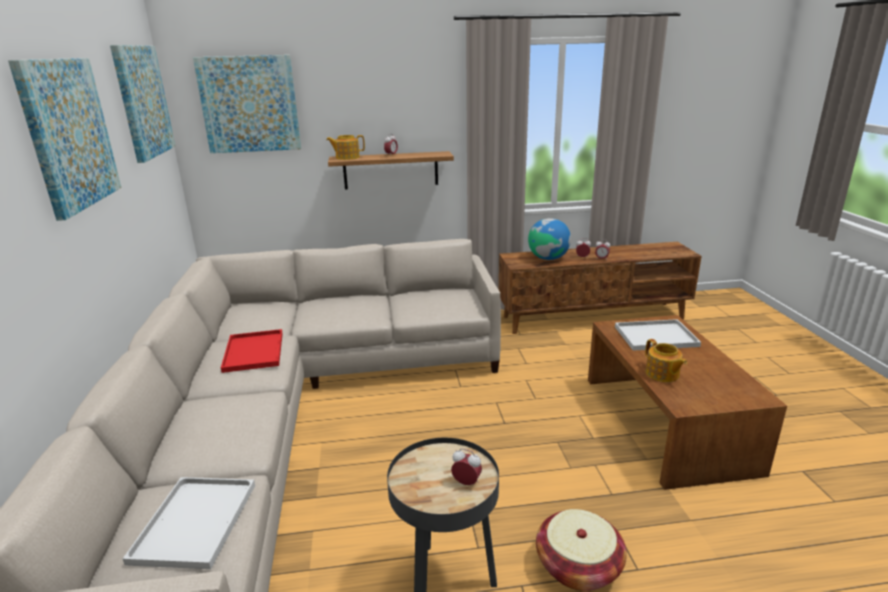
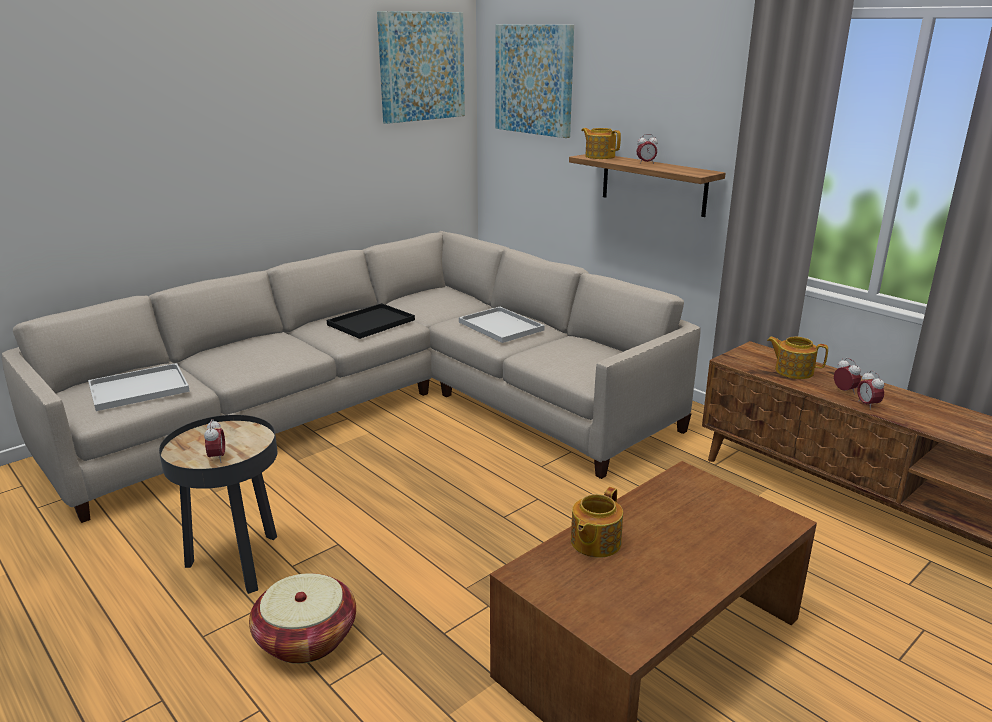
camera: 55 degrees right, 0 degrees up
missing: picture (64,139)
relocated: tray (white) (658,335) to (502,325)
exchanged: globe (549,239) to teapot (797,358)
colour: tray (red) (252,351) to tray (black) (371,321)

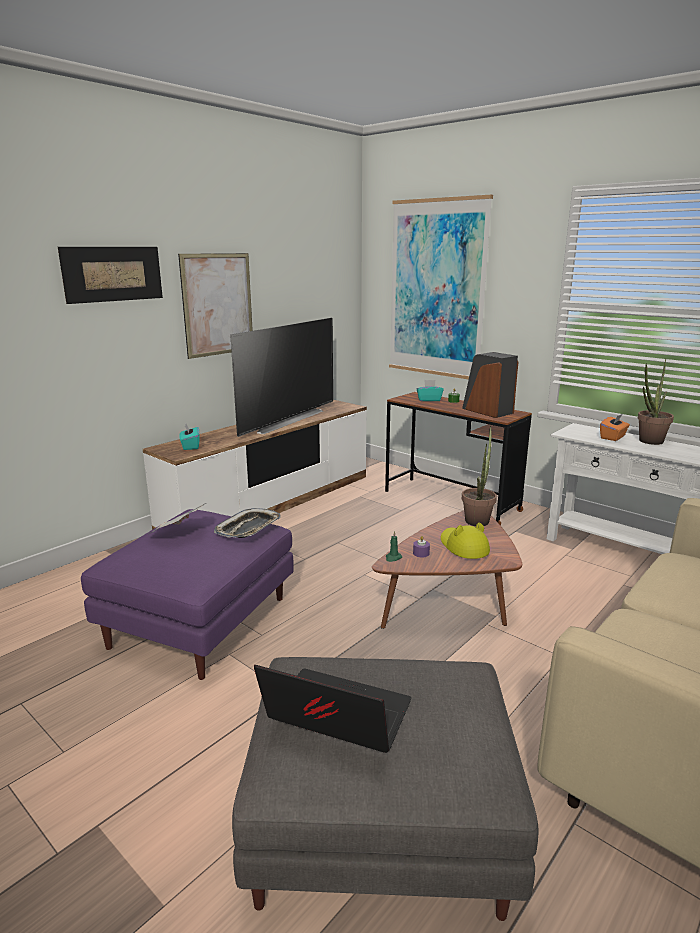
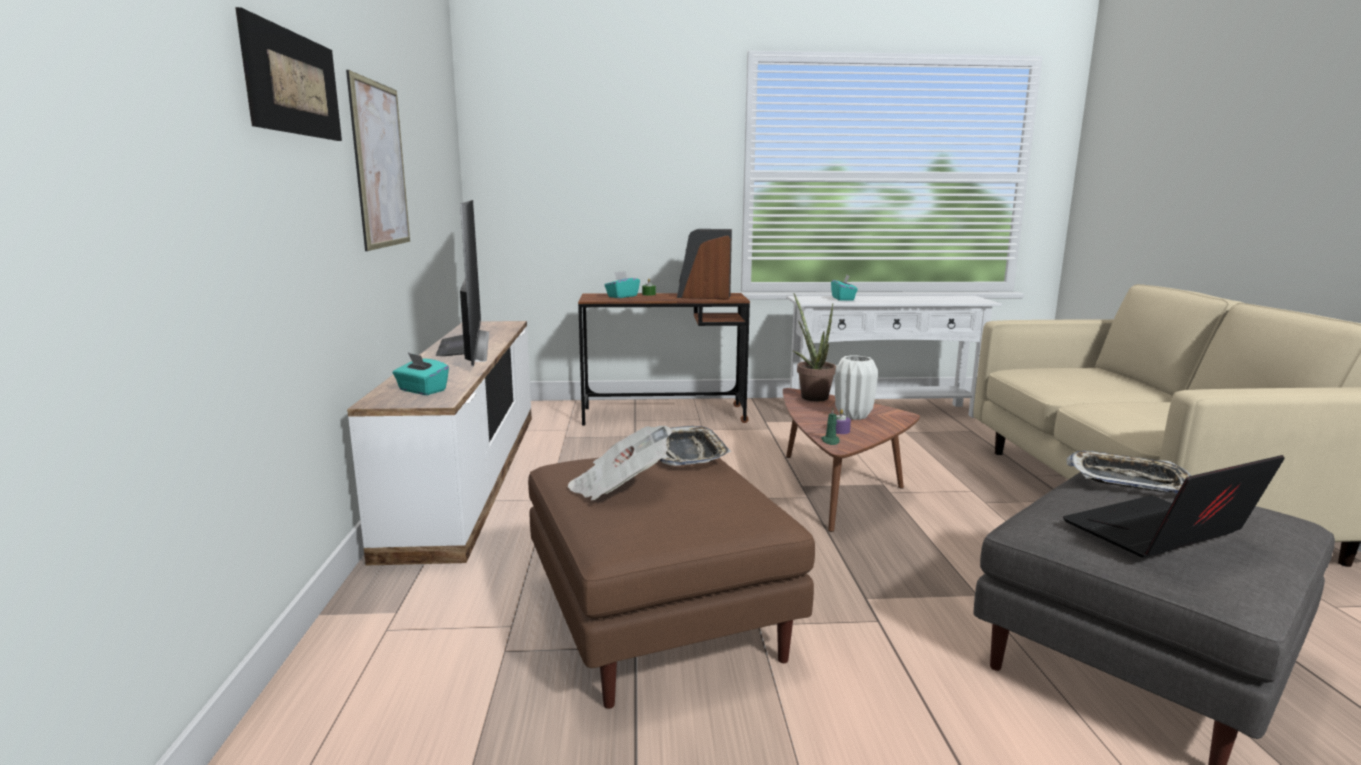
camera: 45 degrees left, 5 degrees down
missing: picture (441,287); potted plant (655,402)
appeared: tray (1128,472)
exchanged: hat (yellow) (465,541) to vase (white) (856,387)
colour: ottoman (purple) (187,594) to ottoman (brown) (671,583); tissue box (orange) (615,427) to tissue box (turquoise) (844,288)

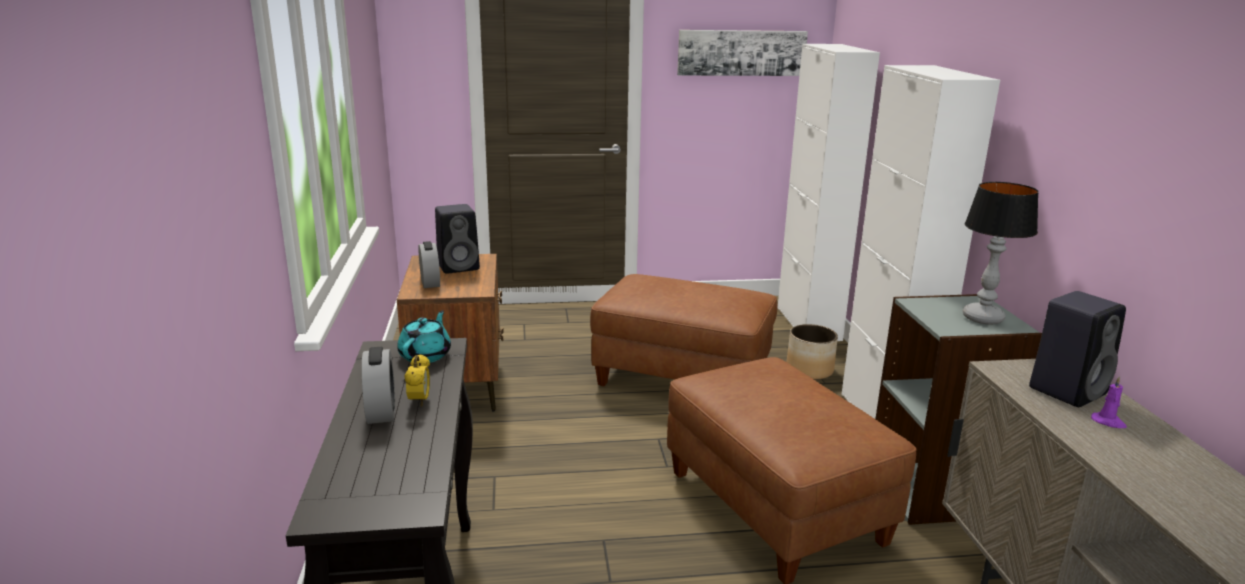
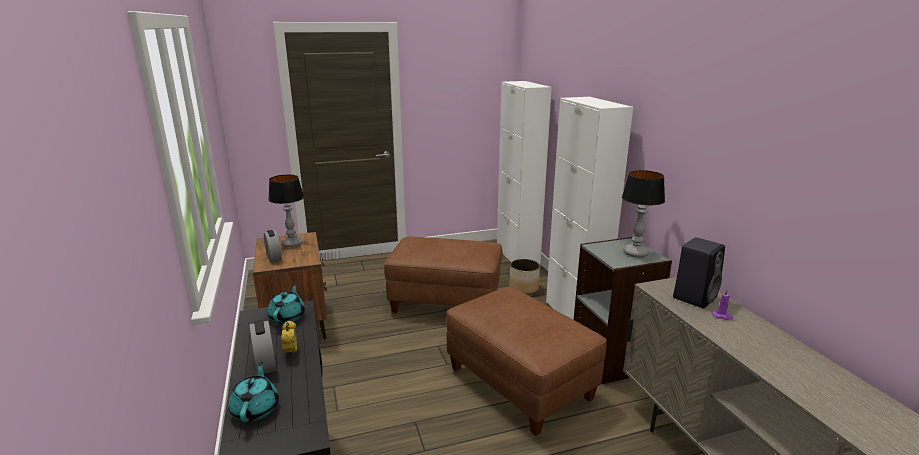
camera: 10 degrees left, 0 degrees up
missing: picture (742,53)
appeared: teapot (turquoise) (253,392)
exchanged: speaker (black) (457,239) to table lamp (286,210)

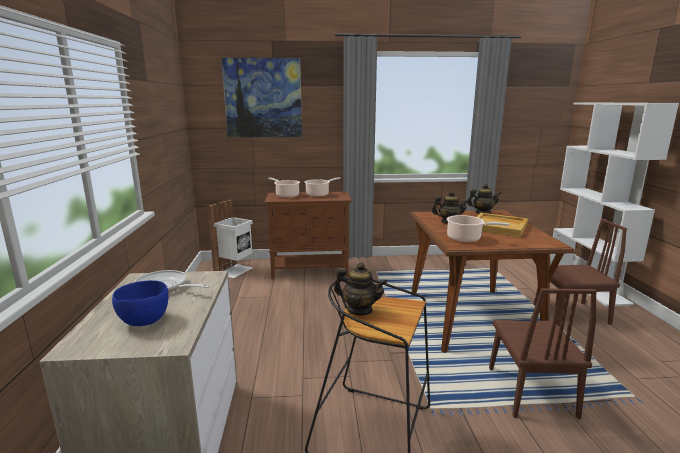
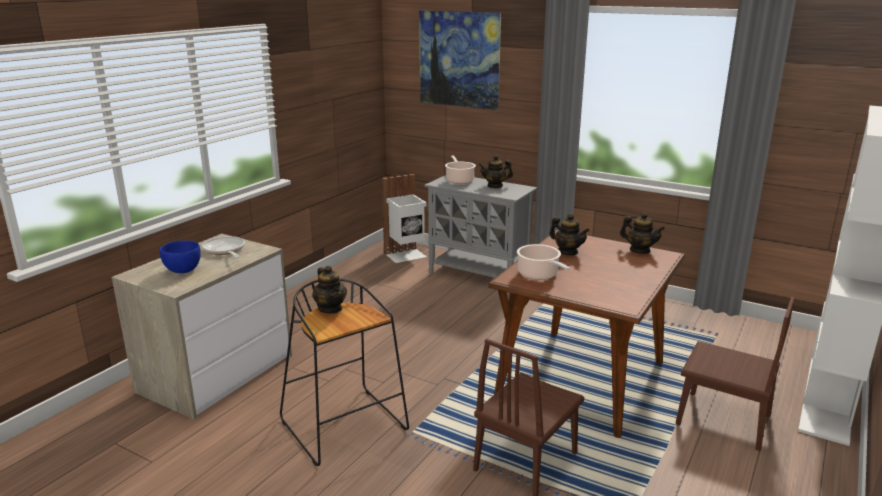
camera: 35 degrees right, 5 degrees up
missing: tray (beige) (502,225)
exchanged: cooking pot (323,187) to teapot (496,171)
colour: cabinet (brown) (308,235) to cabinet (grey) (481,234)

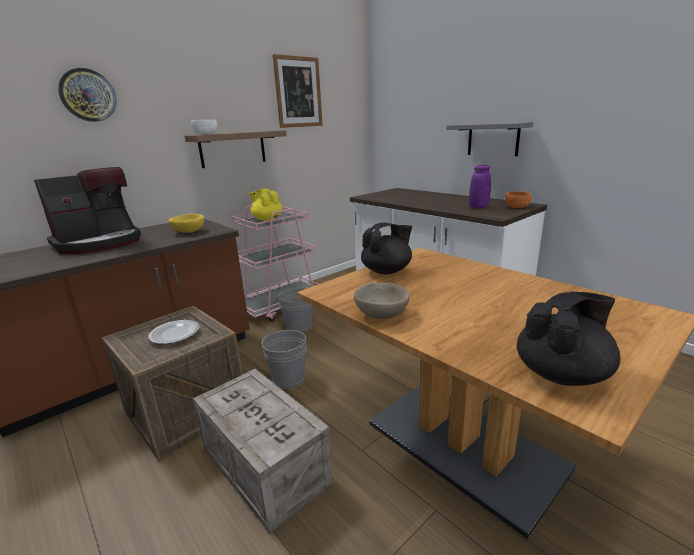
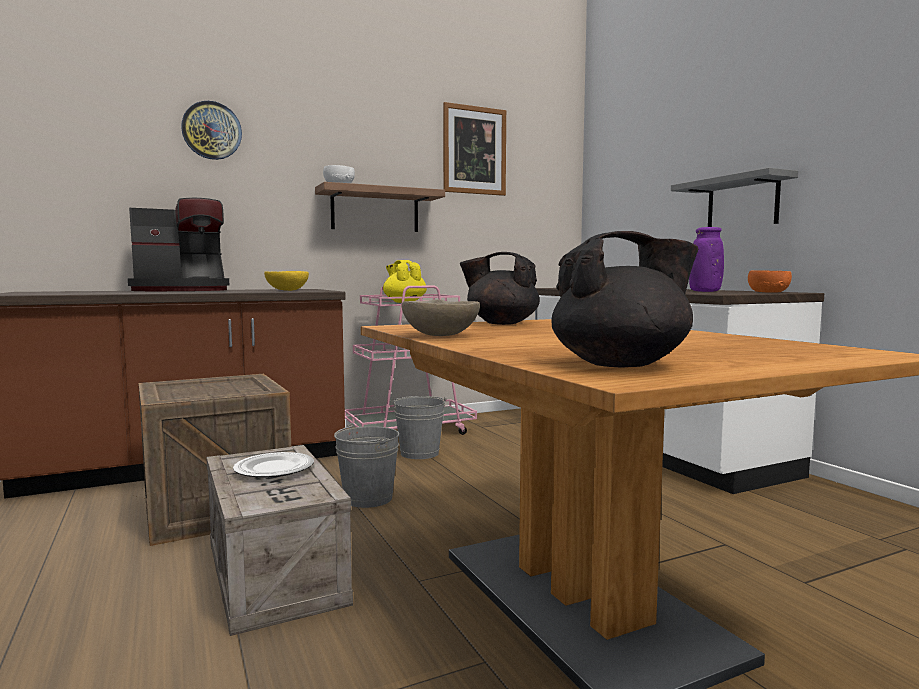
camera: 15 degrees right, 15 degrees down
relocated: plate (174,332) to (273,465)
spun: teapot (black) (386,248) = (500,288) 150 degrees counterclockwise

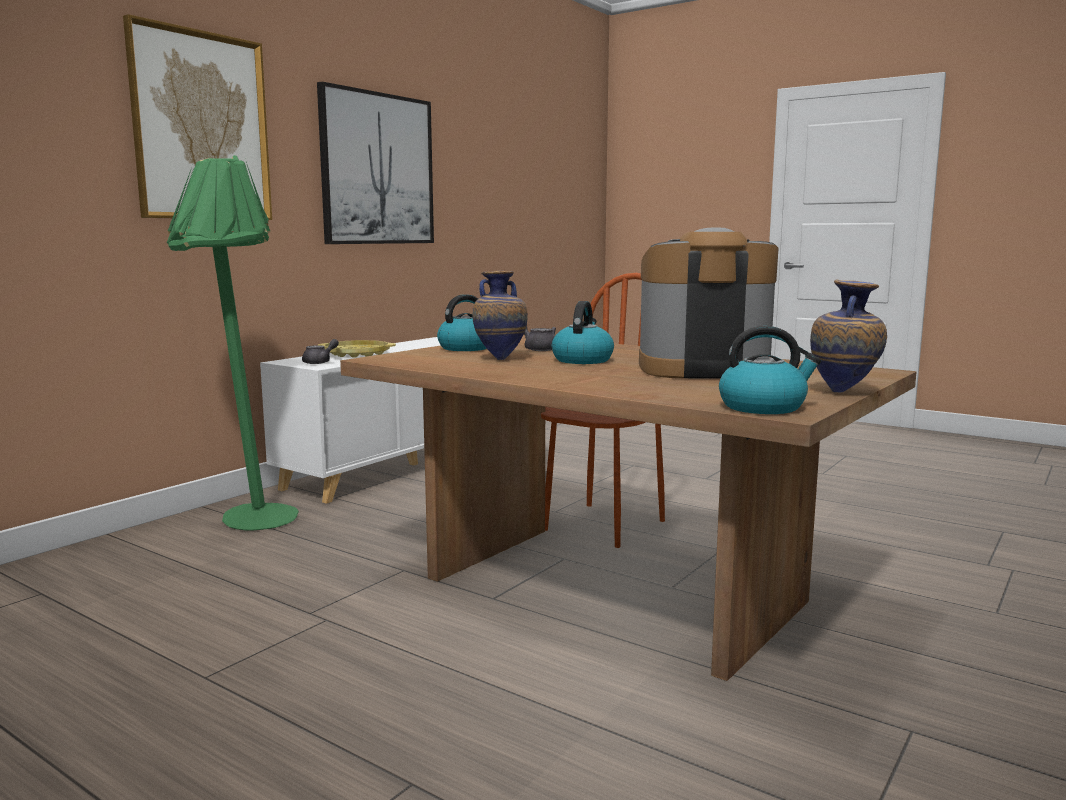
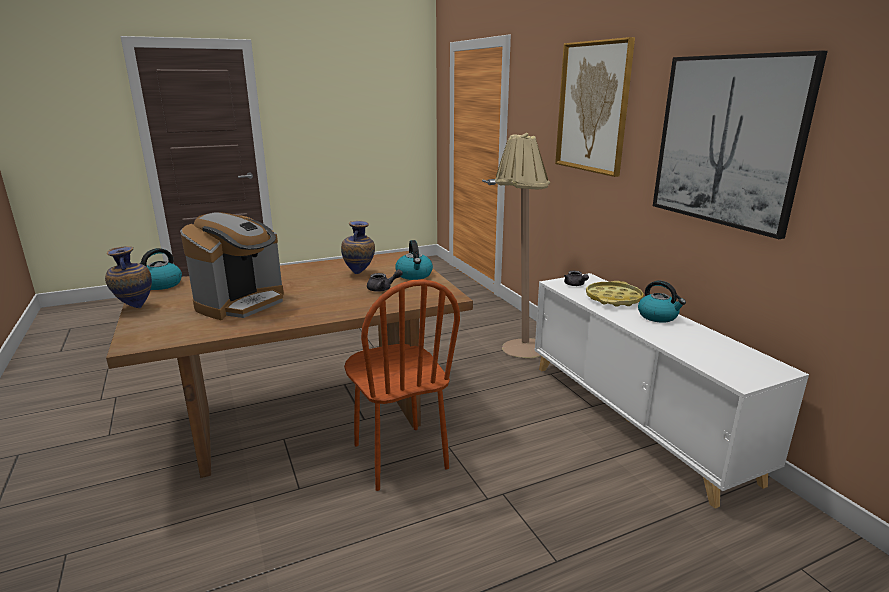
camera: 120 degrees right, 10 degrees up
relocated: kettle (583,332) to (662,302)
colour: floor lamp (green) (233,343) to floor lamp (beige) (522,245)

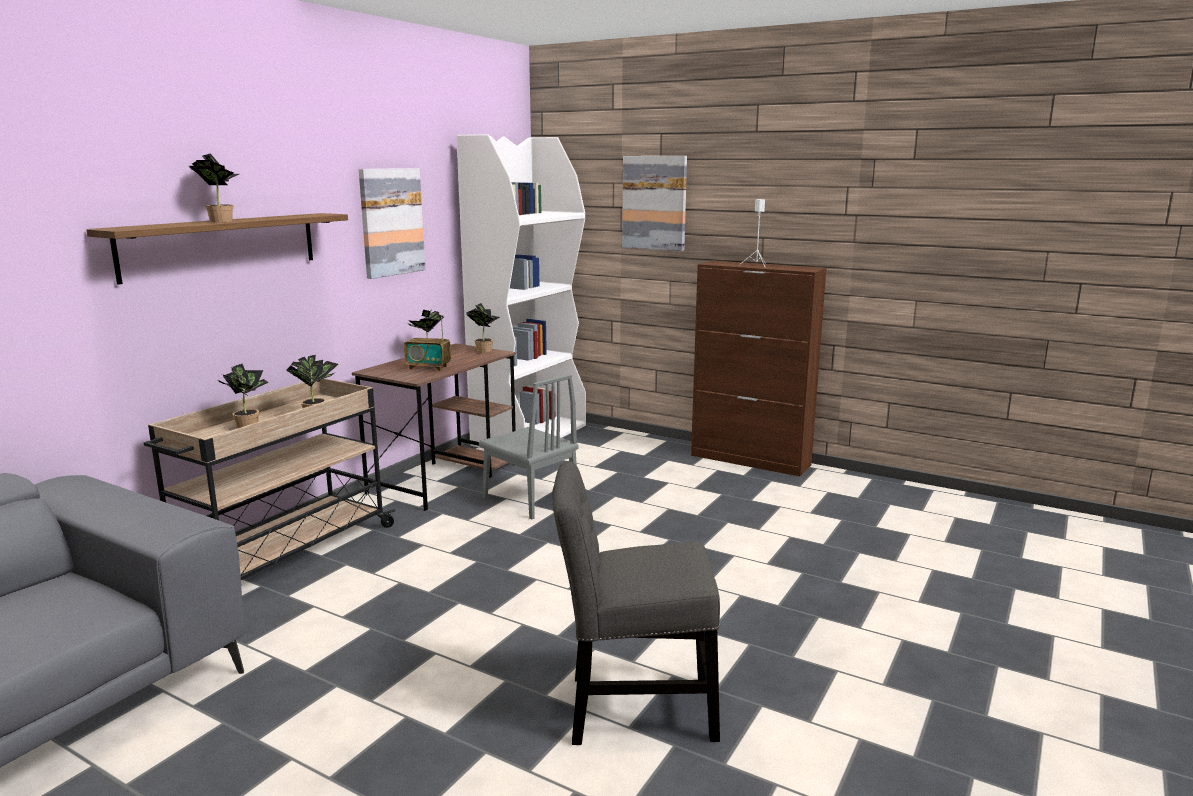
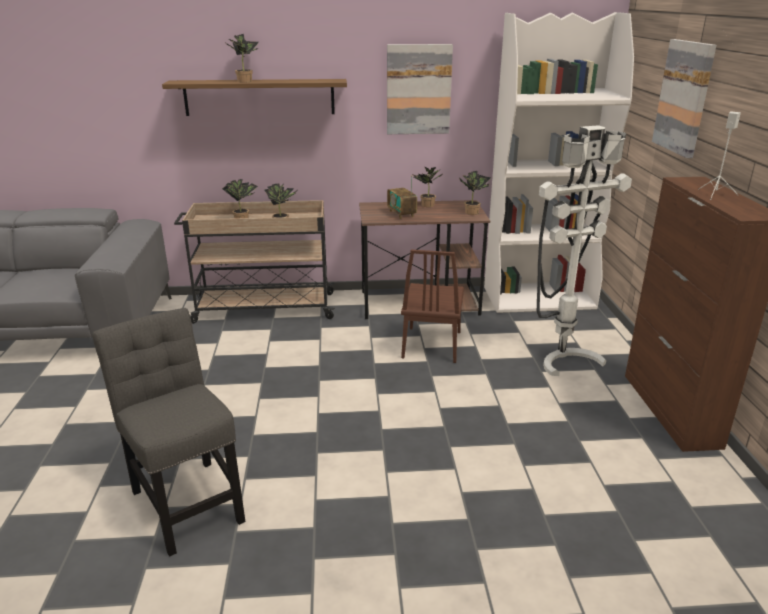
camera: 55 degrees right, 10 degrees up
appeared: floor lamp (white) (584,250)
colour: chair (grey) (529,446) to chair (brown) (432,306)

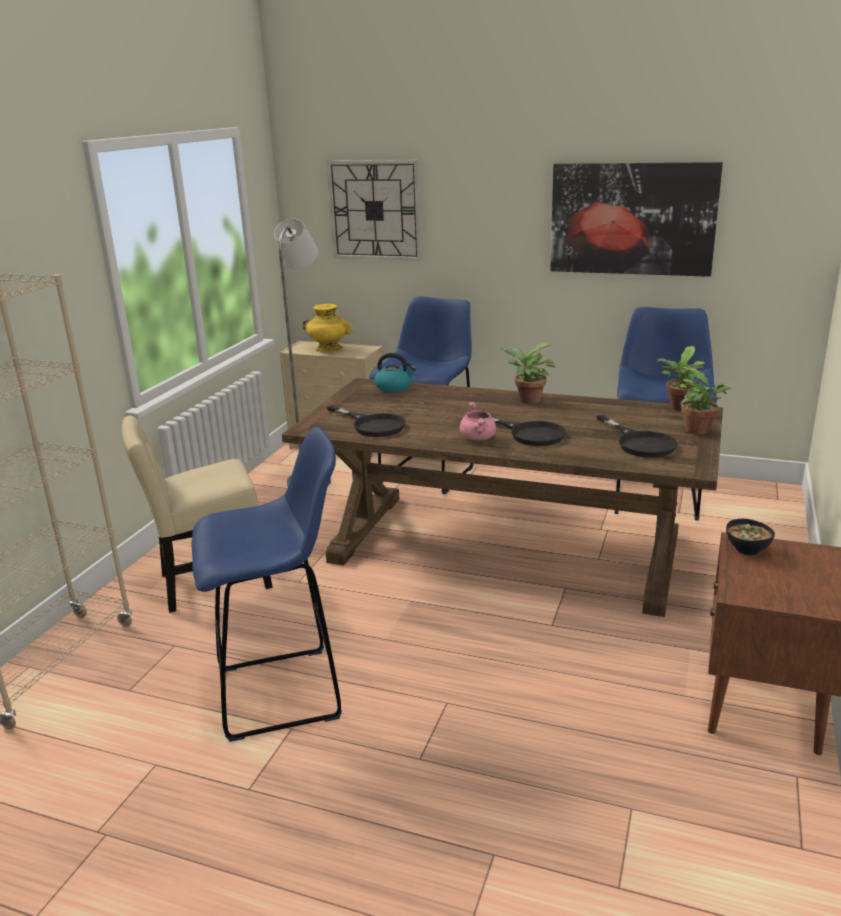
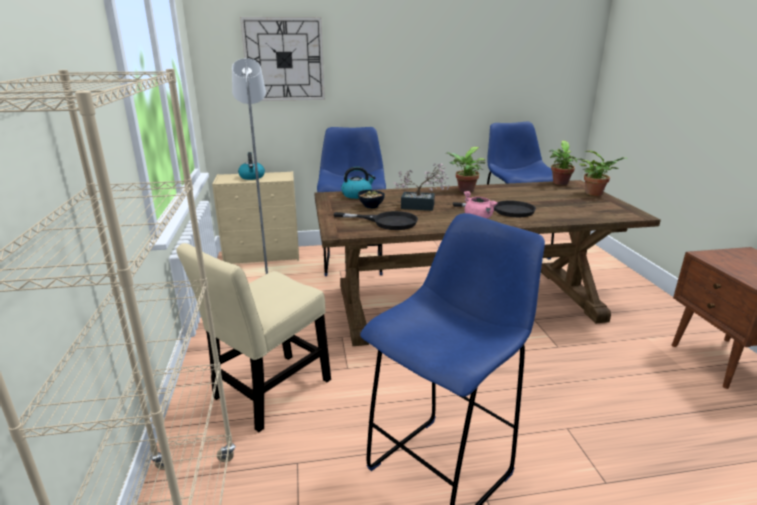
camera: 30 degrees left, 0 degrees up
missing: picture (636,219); frying pan (black) (637,436)
appeared: potted plant (421,187)
relocated: bowl (750,537) to (371,199)
exchanged: vase (yellow) (328,328) to kettle (251,166)

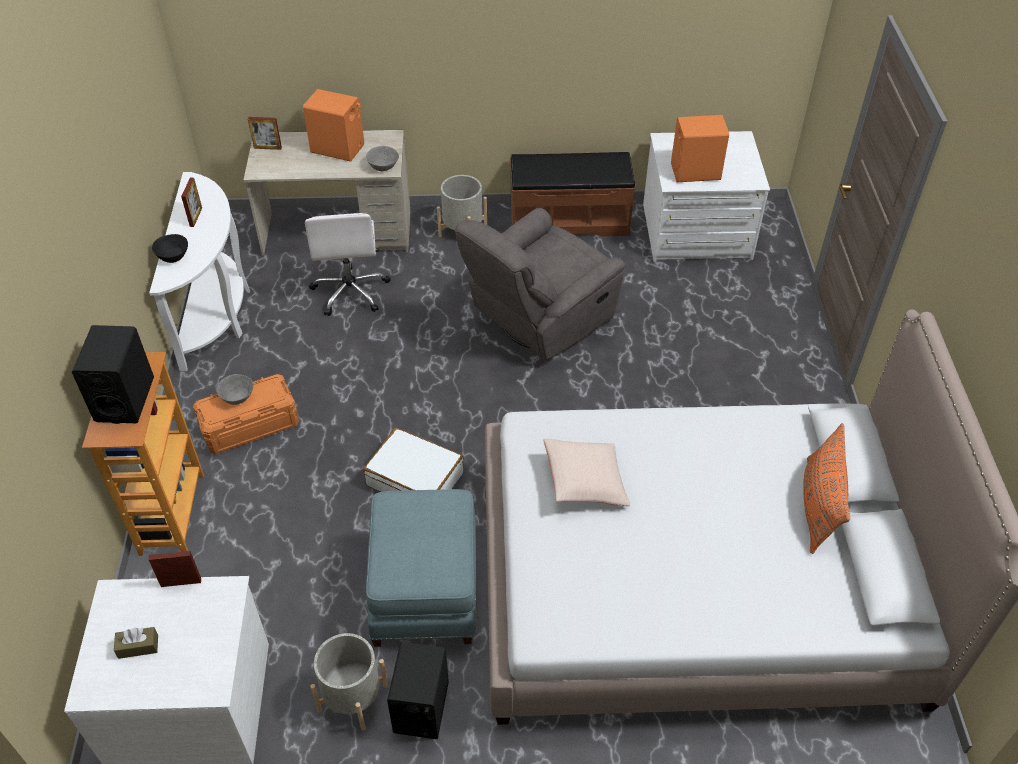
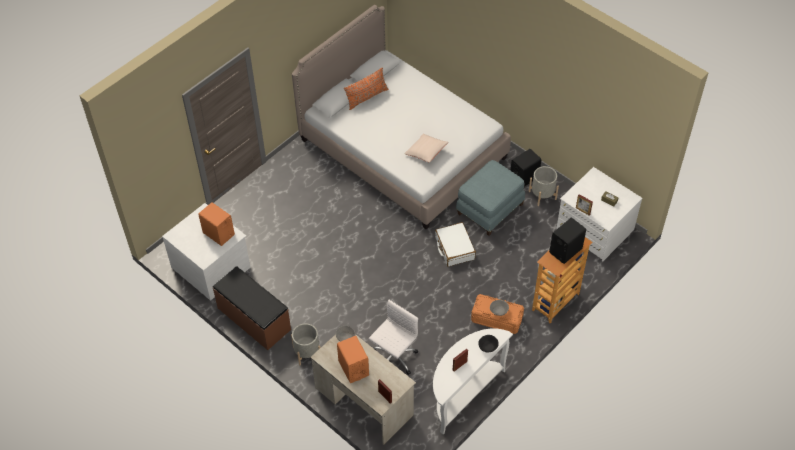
camera: 135 degrees left, 5 degrees up
missing: armchair (grey) (540,283)

